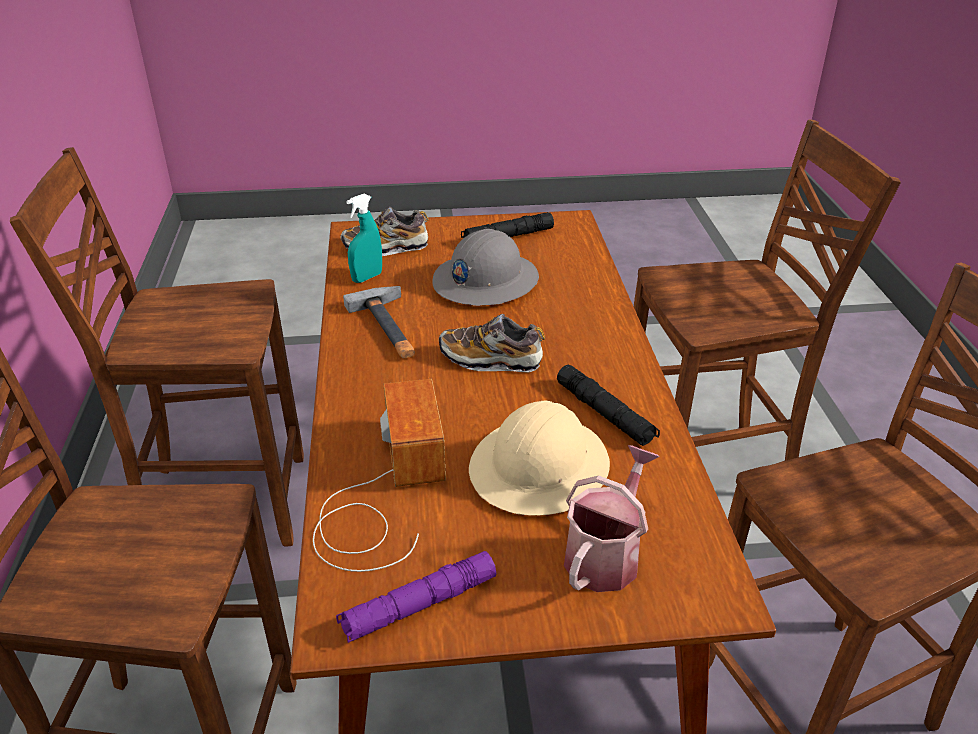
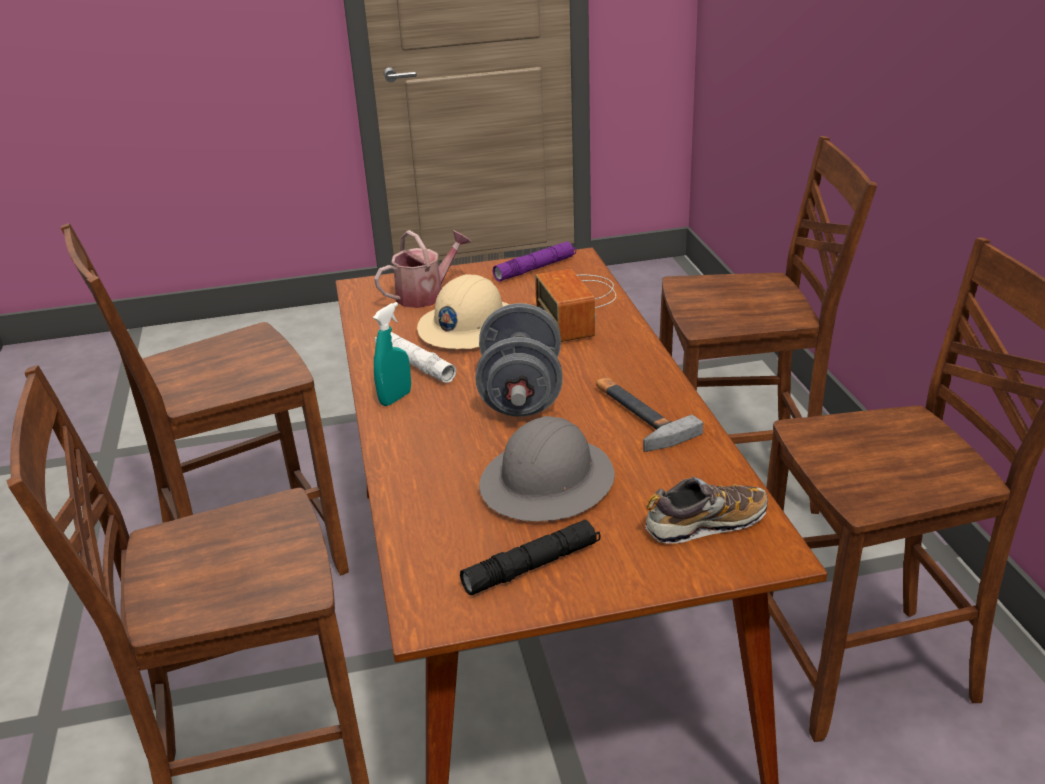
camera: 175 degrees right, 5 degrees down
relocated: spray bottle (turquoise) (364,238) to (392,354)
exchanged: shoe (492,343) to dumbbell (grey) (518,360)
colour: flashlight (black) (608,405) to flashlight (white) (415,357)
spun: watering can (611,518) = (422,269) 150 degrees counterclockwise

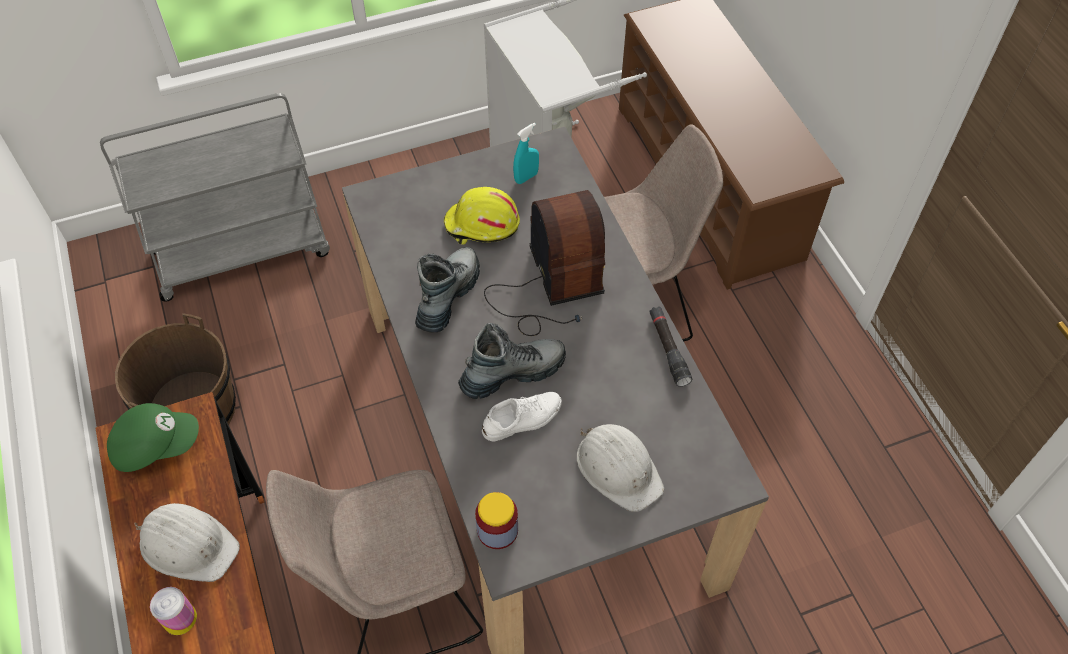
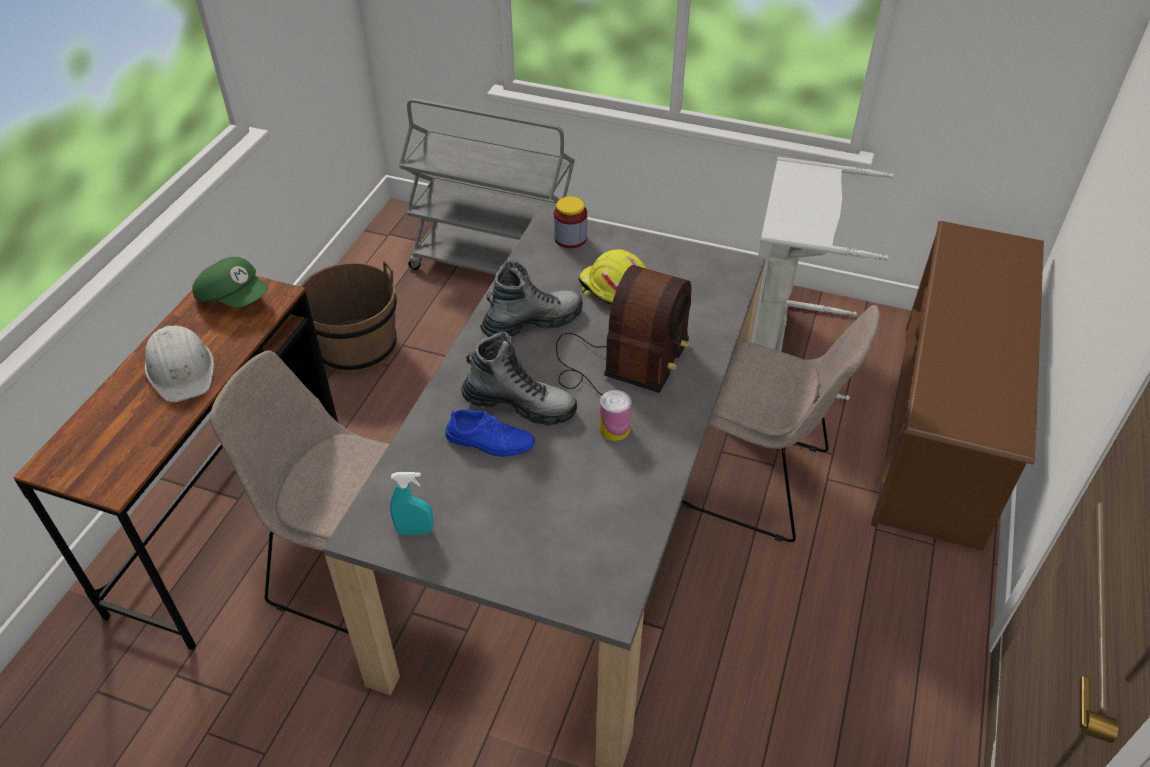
camera: 40 degrees right, 10 degrees down
missing: hard hat (white) (620,468); flashlight (black) (670,346)
relocated: can (173,611) to (615,415); jar (496,520) to (570,222); spray bottle (turquoise) (526,153) to (411,503)
colour: shoe (white) (522,416) to shoe (blue) (490,433)

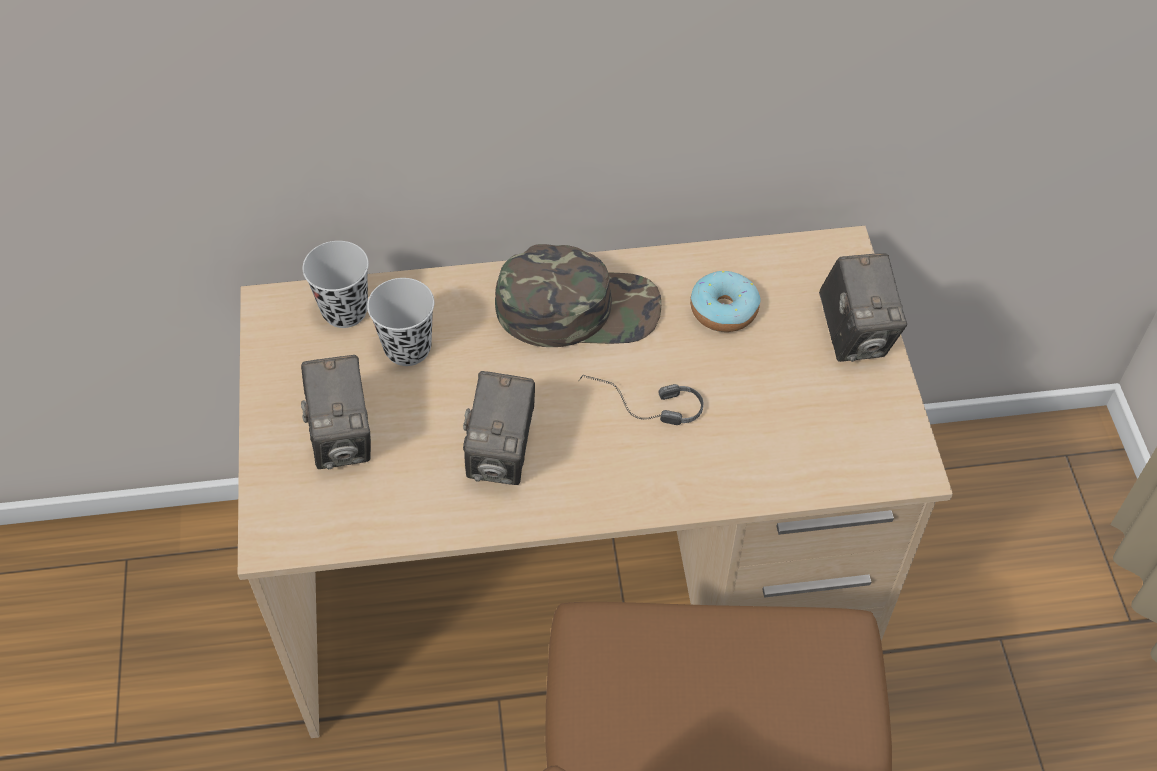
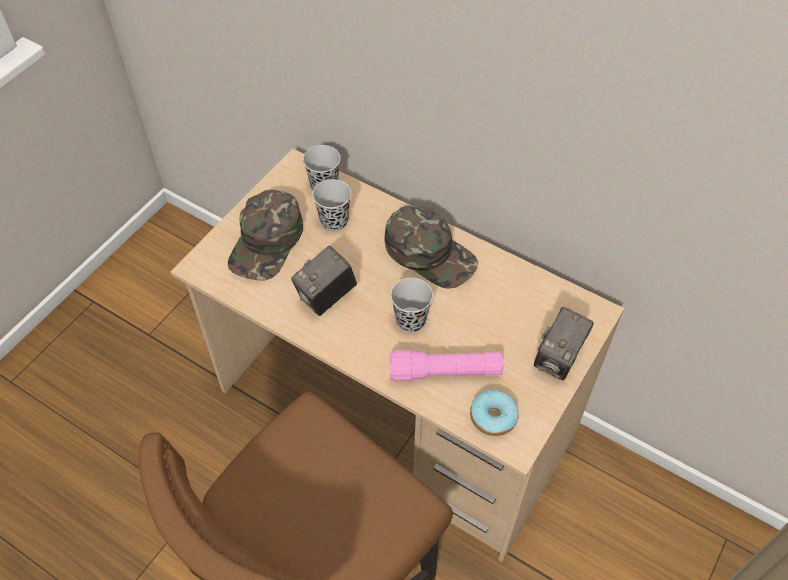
camera: 40 degrees right, 0 degrees up
appeared: flashlight (pink) (446,365)
relocated: donut (725,301) to (494,413)
exchanged: photo camera (336,412) to cap (green) (265,235); headphones (641,400) to cup (black) (411,305)

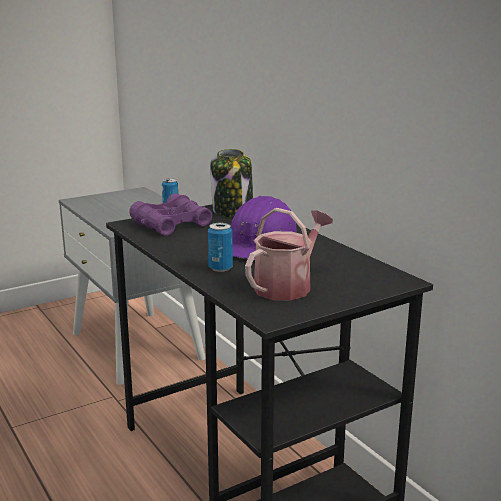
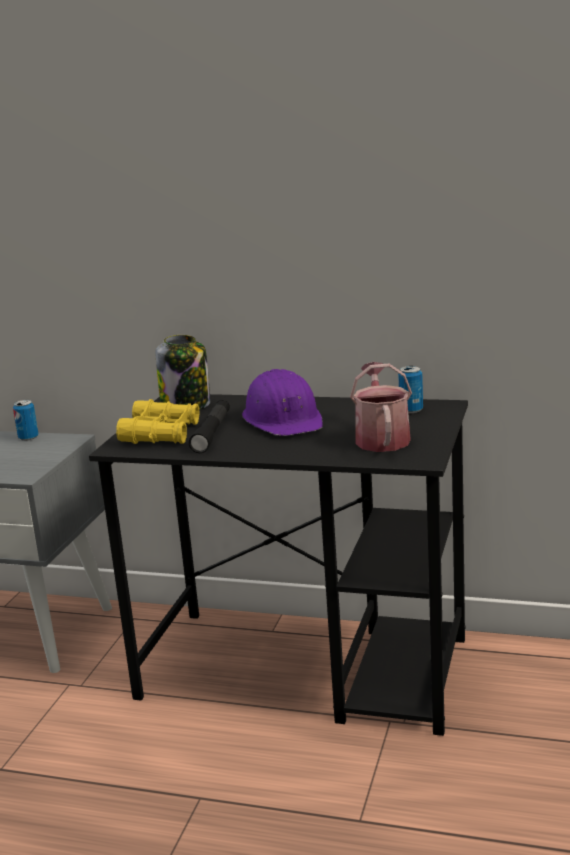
camera: 40 degrees left, 0 degrees up
appeared: flashlight (black) (209,426)
relocated: can (220,247) to (410,389)
colour: binoculars (purple) (170,214) to binoculars (yellow) (158,421)

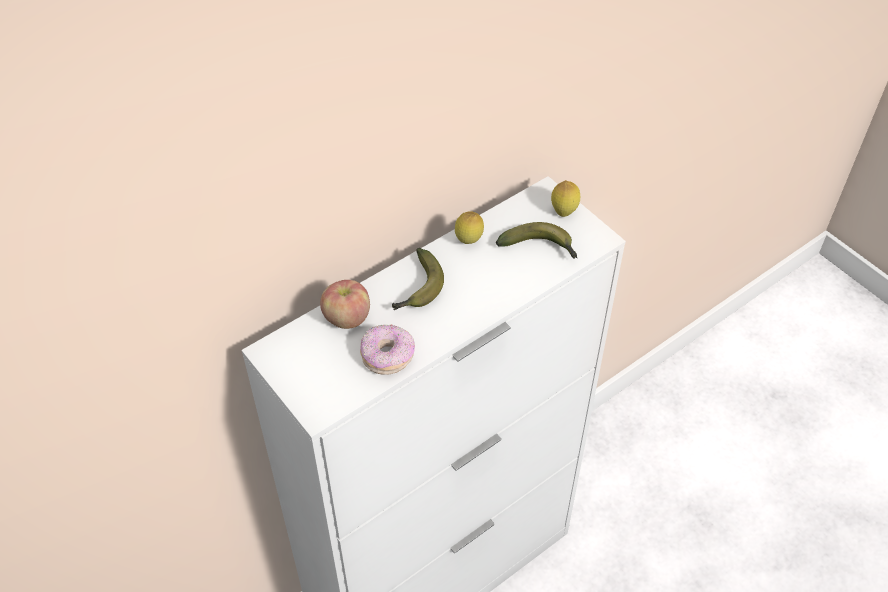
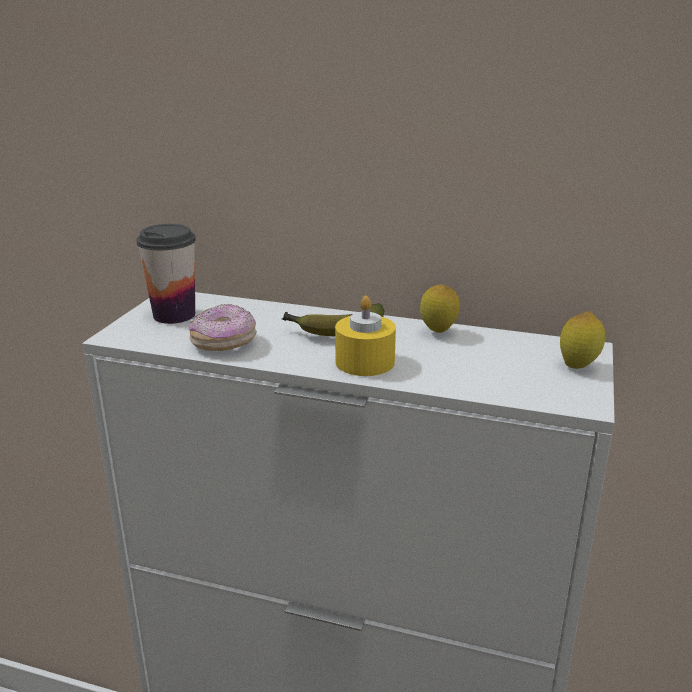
camera: 55 degrees right, 25 degrees down
missing: apple (345,304); banana (536,240)
appeared: cup (166,274); candle (yellow) (365,336)

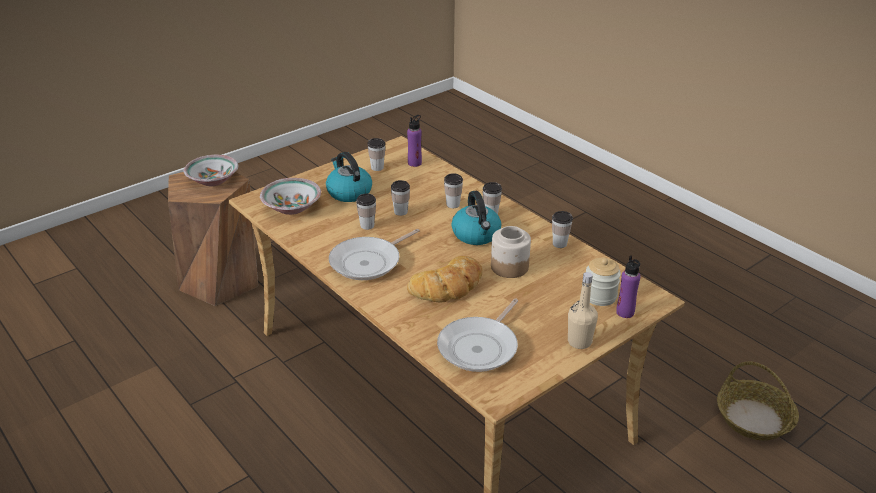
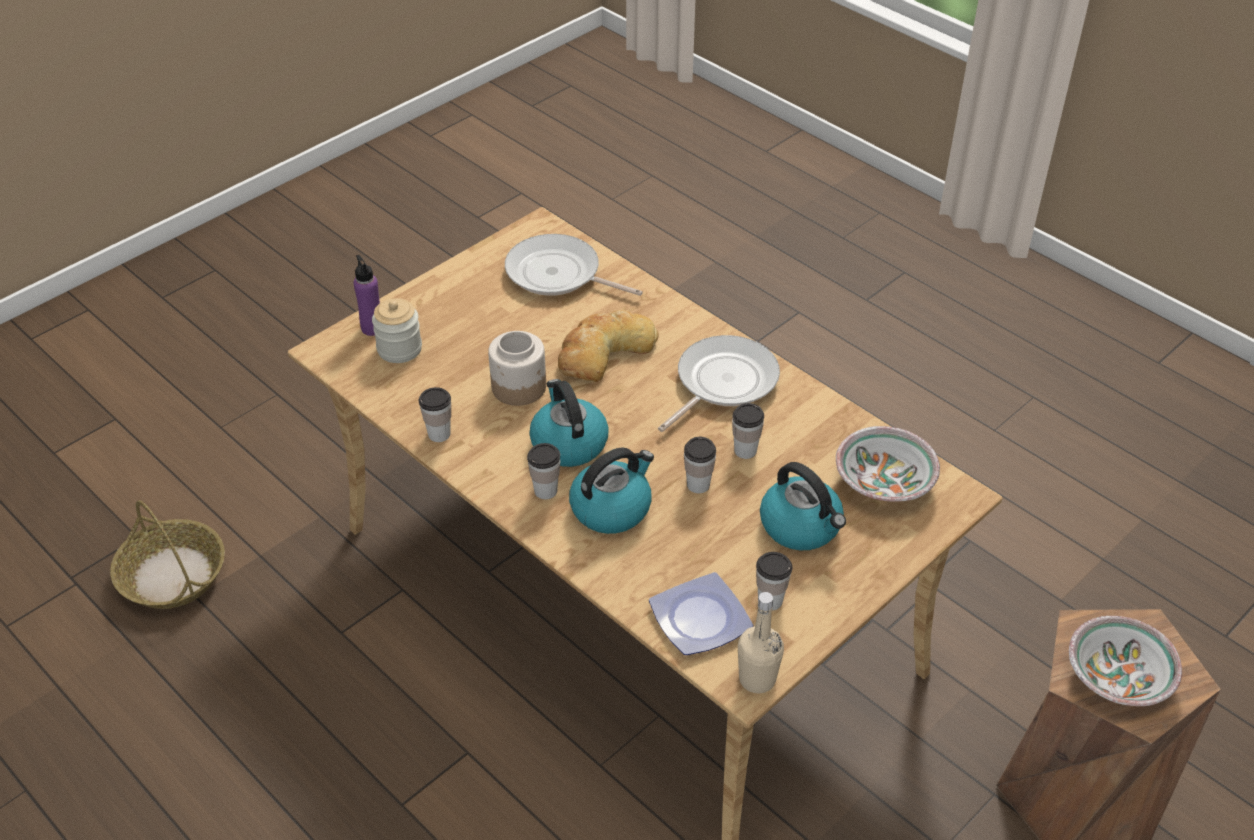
camera: 175 degrees right, 10 degrees up
relocated: bottle (beige) (583,310) to (761,642)
exchanged: bottle (purple) (414,141) to plate (701,613); cup (453,190) to kettle (611,491)
spun: frying pan (477,335) = (574,265) 90 degrees counterclockwise

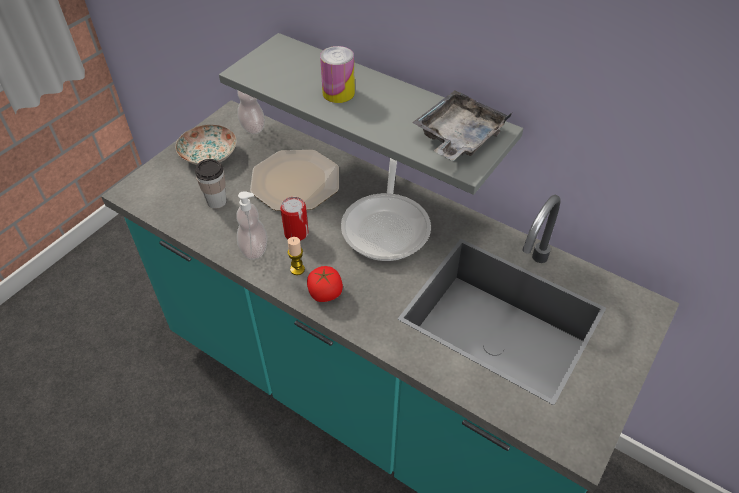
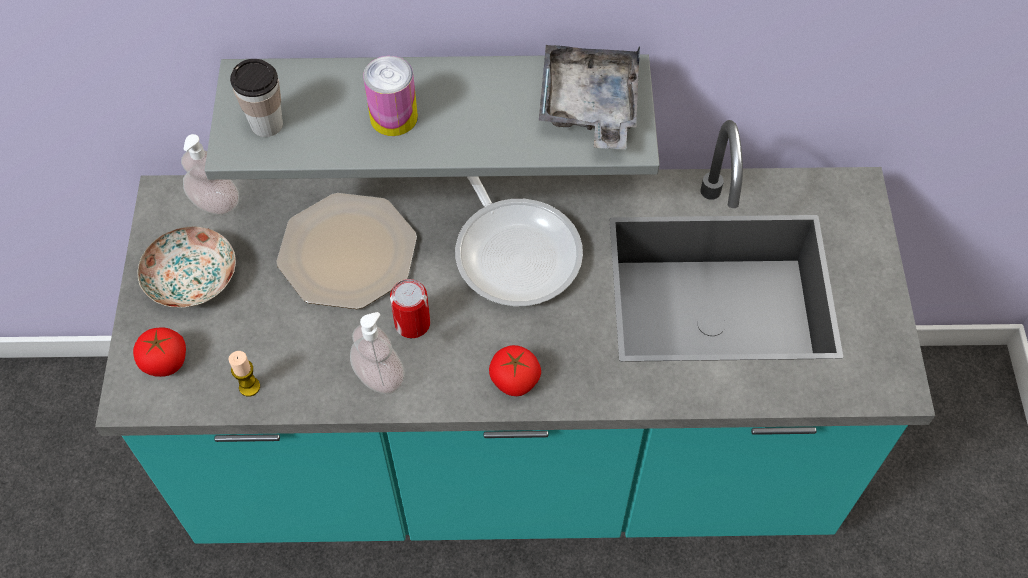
camera: 35 degrees left, 10 degrees up
appeared: tomato (159,352)
relocated: cup (211,184) to (256,98); candle (296,256) to (244,374)

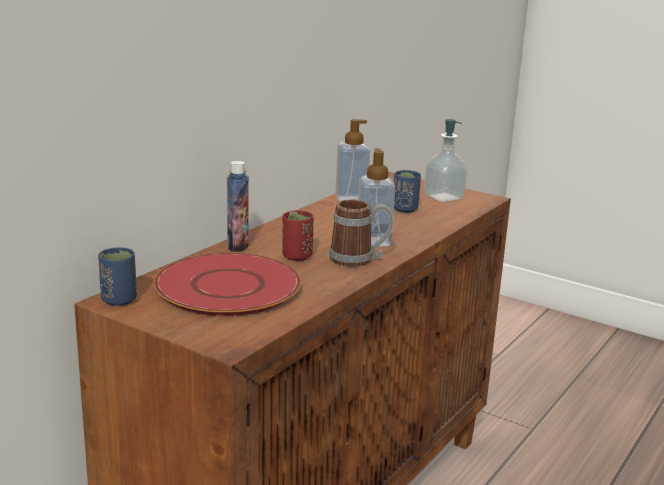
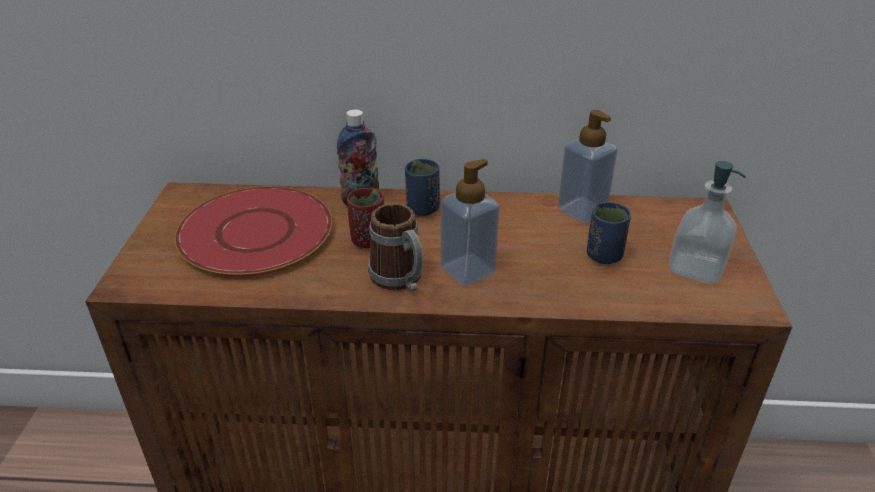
camera: 60 degrees right, 15 degrees up
relocated: cup (blue) (117,276) to (422,187)

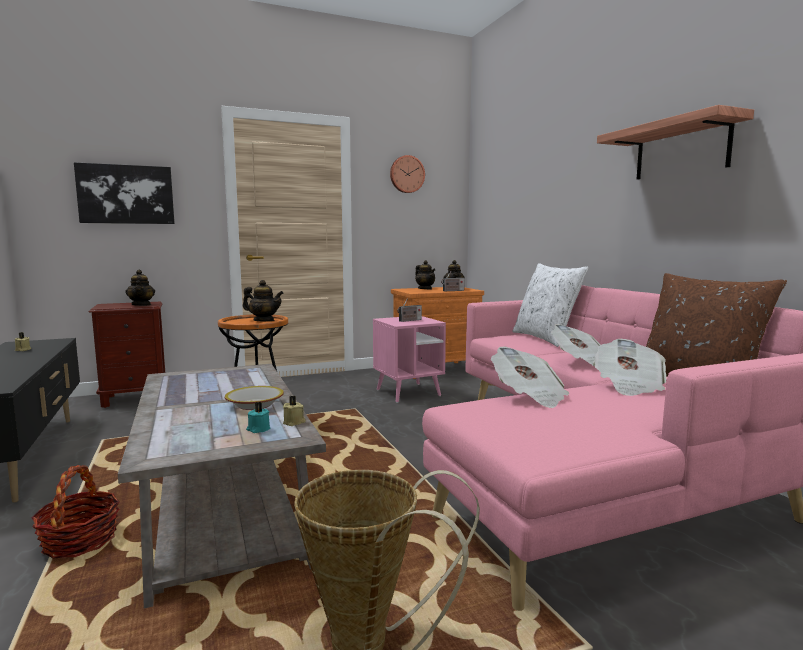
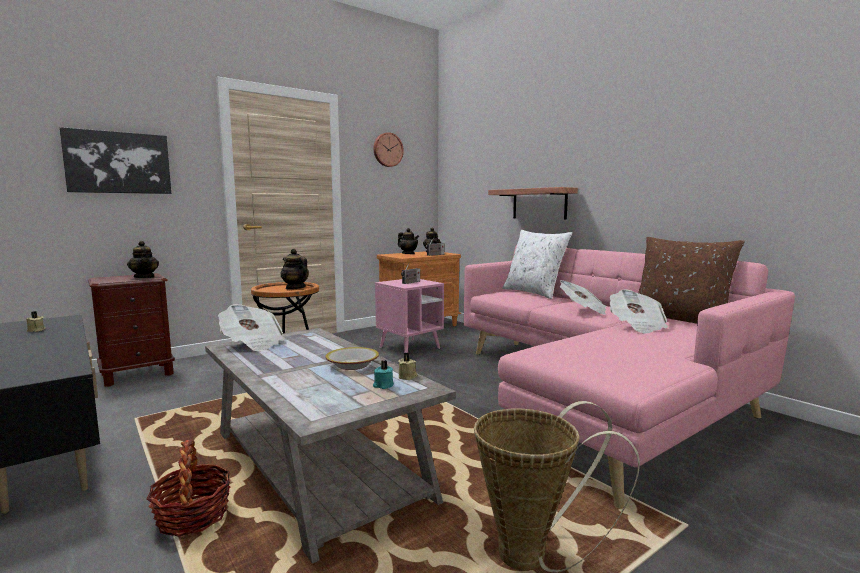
camera: 15 degrees left, 0 degrees up
relocated: newspaper (530,377) to (251,328); shelf (675,142) to (533,203)
spun: teapot (263,300) = (294,269) 135 degrees counterclockwise

